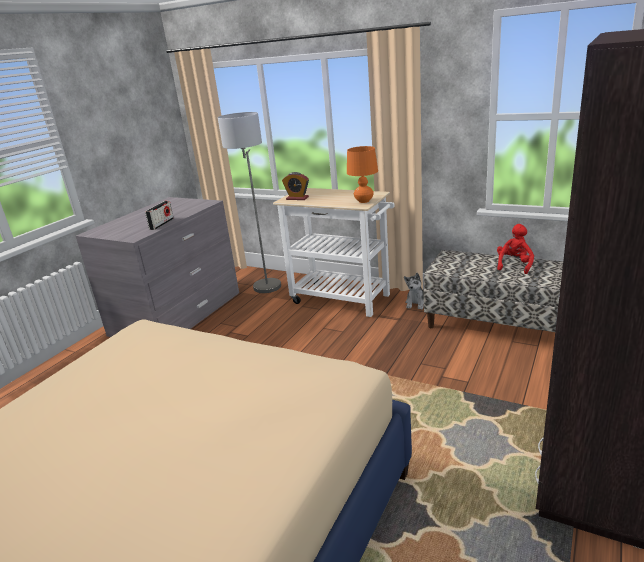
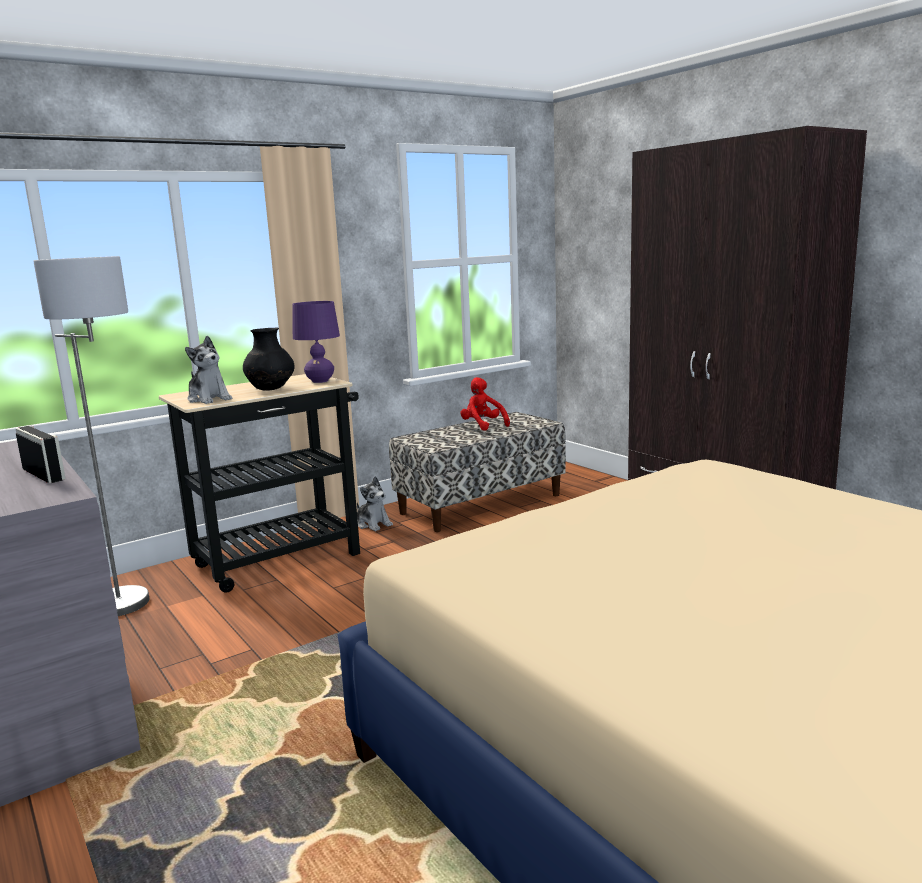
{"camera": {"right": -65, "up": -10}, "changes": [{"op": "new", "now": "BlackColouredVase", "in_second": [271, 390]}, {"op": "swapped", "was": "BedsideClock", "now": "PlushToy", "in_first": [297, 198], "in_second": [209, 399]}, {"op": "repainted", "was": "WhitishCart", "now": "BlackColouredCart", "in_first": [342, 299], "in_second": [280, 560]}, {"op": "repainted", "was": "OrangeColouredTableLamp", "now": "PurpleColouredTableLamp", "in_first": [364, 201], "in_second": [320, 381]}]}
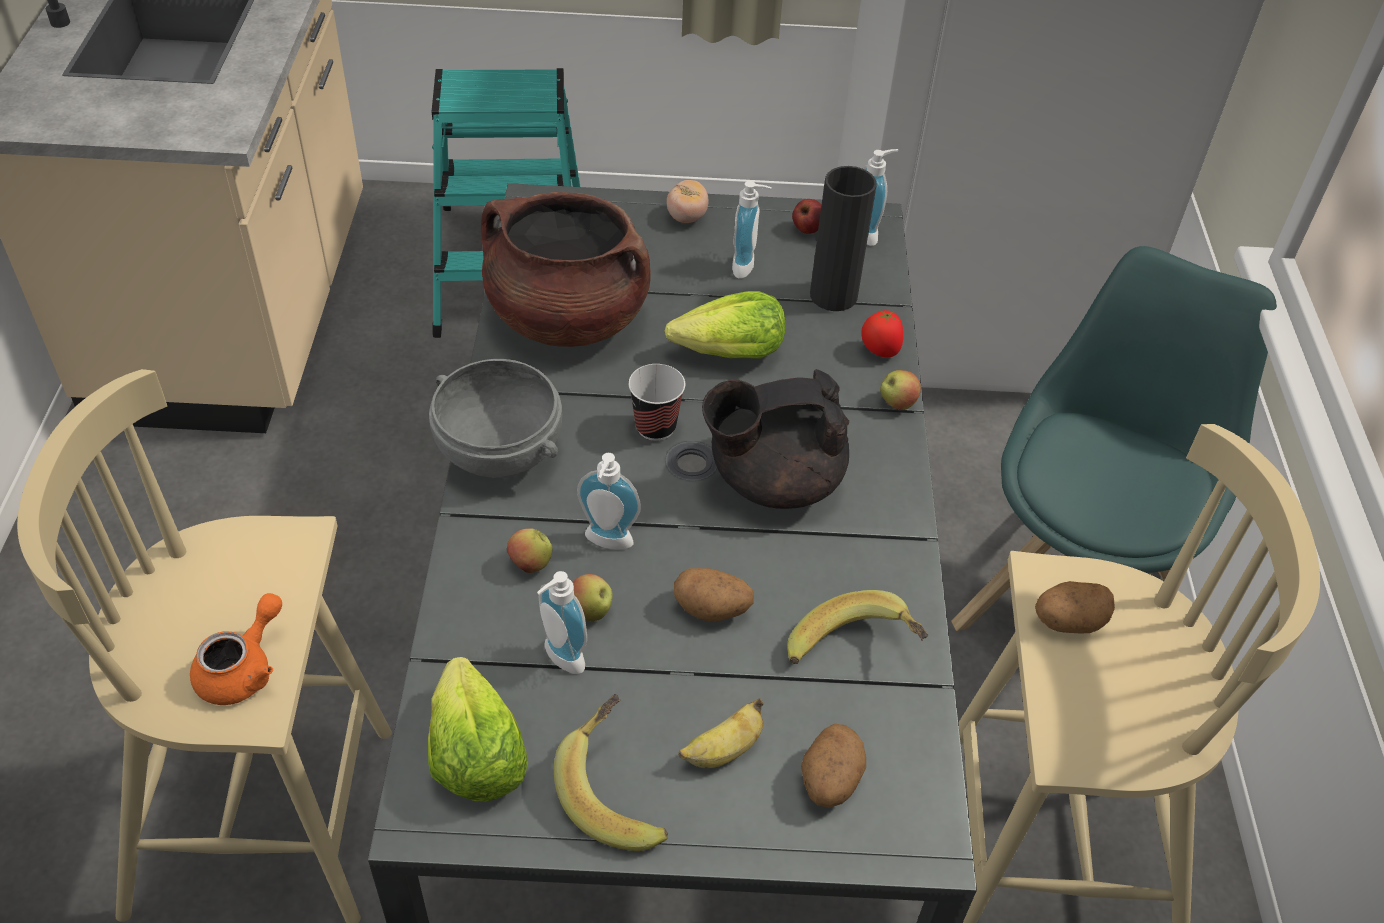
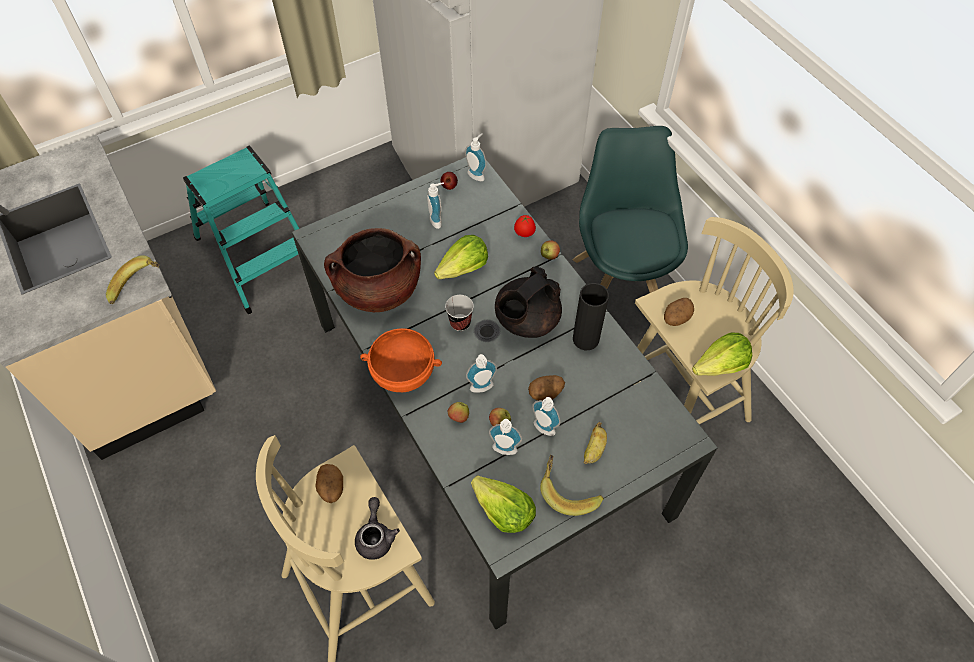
{"camera": {"right": -30, "up": 10}, "changes": [{"op": "gone", "was": "WholeTomato", "in_first": [686, 217]}, {"op": "new", "now": "LiquidSoapBottle", "in_second": [542, 430]}, {"op": "new", "now": "HeadOfLettuce", "in_second": [720, 366]}, {"op": "shifted", "was": "WholeBanana", "in_first": [854, 654], "in_second": [139, 287]}, {"op": "shifted", "was": "WholePotato", "in_first": [829, 781], "in_second": [331, 488]}, {"op": "shifted", "was": "BlackColouredVase", "in_first": [833, 295], "in_second": [585, 339]}, {"op": "repainted", "was": "OrangeColouredTeaPot", "now": "GrayTeaPot", "in_first": [243, 669], "in_second": [376, 536]}, {"op": "repainted", "was": "GrayDeepDish", "now": "OrangeColouredDeepDish", "in_first": [501, 451], "in_second": [404, 372]}]}
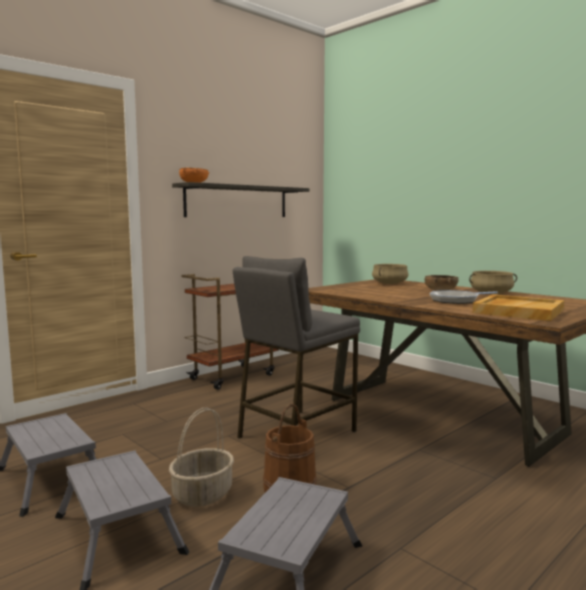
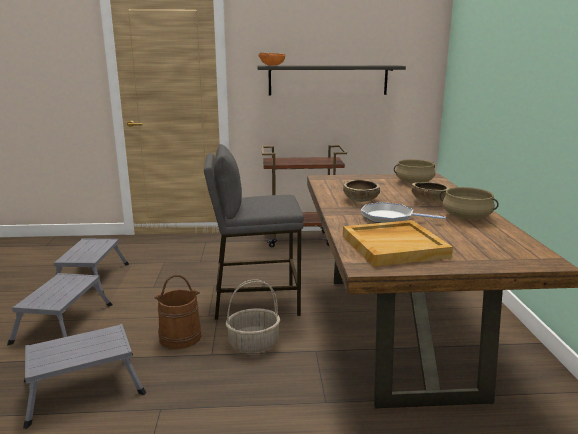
{"camera": {"right": 40, "up": 10}, "changes": [{"op": "new", "now": "BrownishDeepDish", "in_second": [360, 200]}, {"op": "shifted", "was": "HouseholdBasket", "in_first": [202, 493], "in_second": [254, 343]}]}
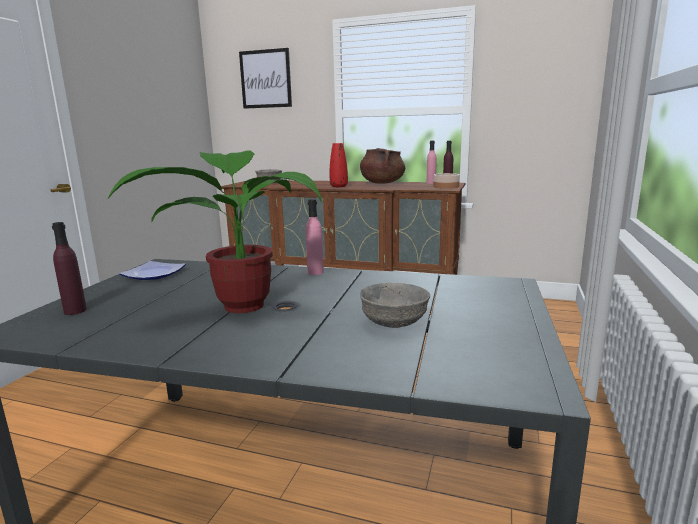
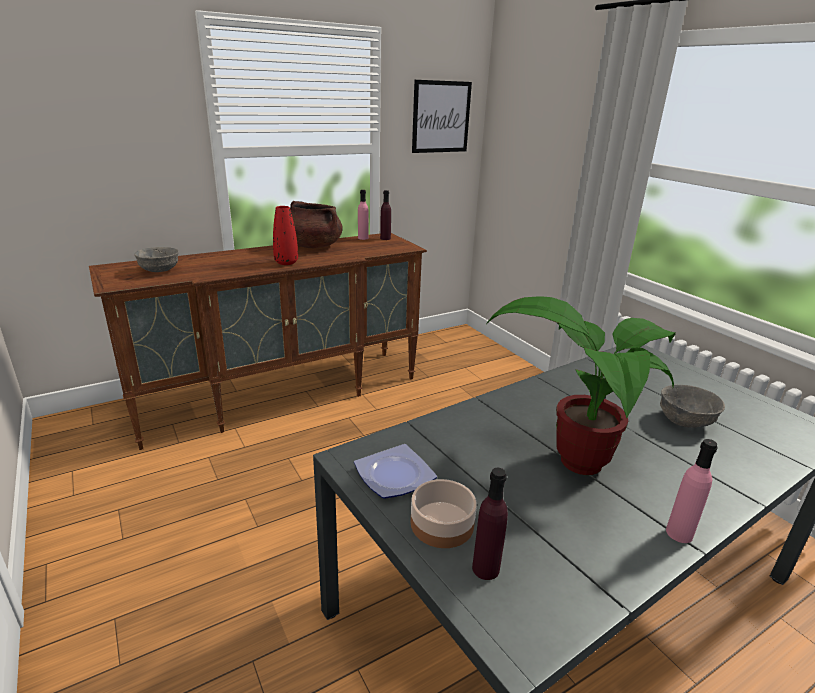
{"camera": {"right": -50, "up": 10}, "changes": [{"op": "shifted", "was": "WallPicture", "in_first": [265, 79], "in_second": [441, 117]}, {"op": "shifted", "was": "PinkColouredBeverageBottle", "in_first": [315, 272], "in_second": [679, 533]}, {"op": "shifted", "was": "DeepDish", "in_first": [446, 187], "in_second": [442, 524]}]}
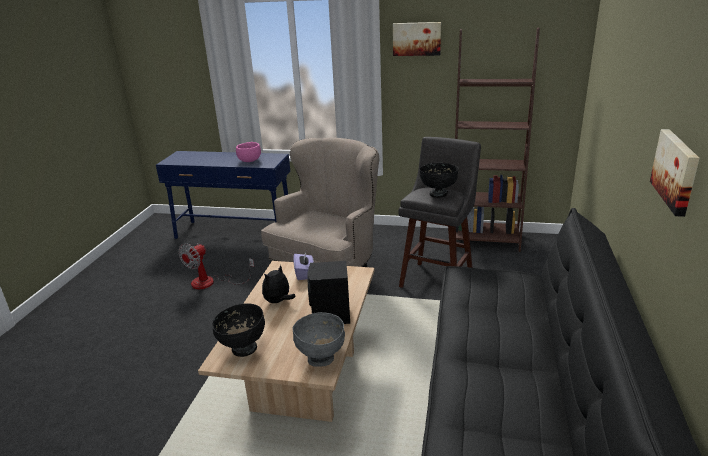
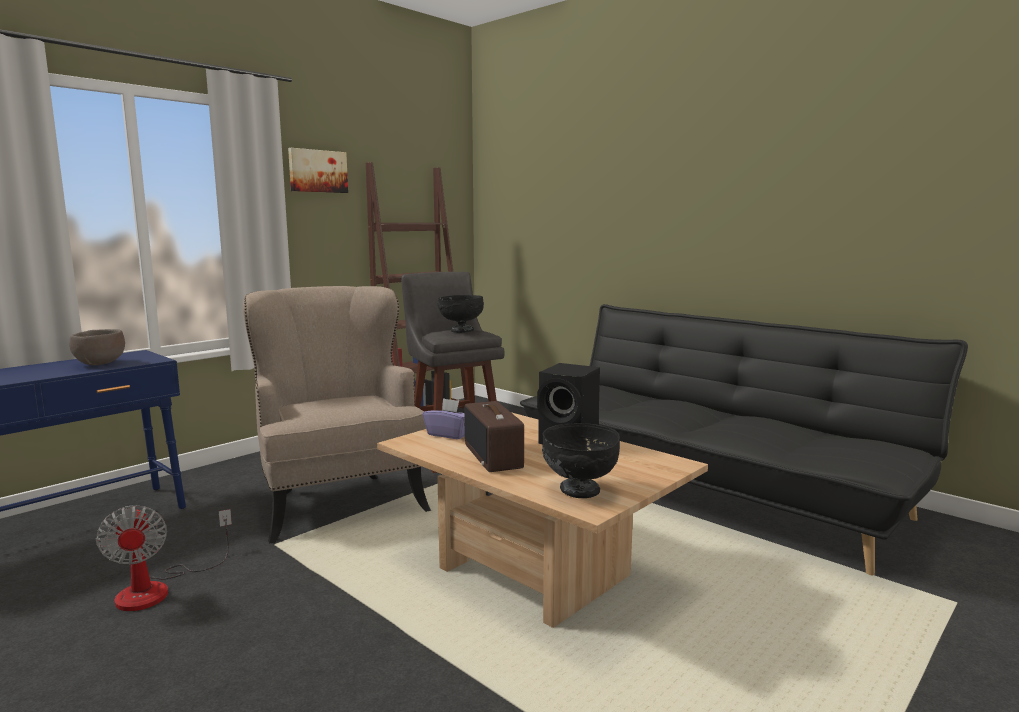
{"camera": {"right": -60, "up": -15}, "changes": [{"op": "gone", "was": "GrayDeepDish", "in_first": [321, 359]}, {"op": "gone", "was": "WallPicture", "in_first": [677, 170]}, {"op": "swapped", "was": "PlushToy", "now": "RadioReceiver", "in_first": [278, 301], "in_second": [494, 456]}, {"op": "repainted", "was": "PinkColouredDeepDish", "now": "BrownishDeepDish", "in_first": [250, 161], "in_second": [100, 364]}]}
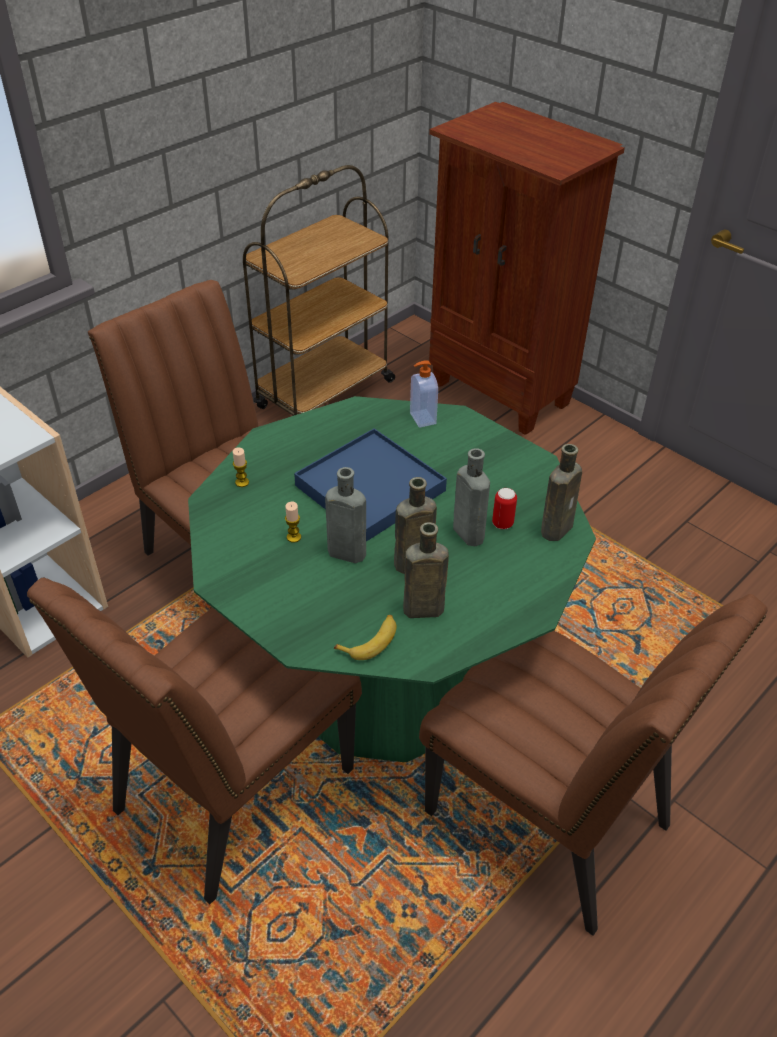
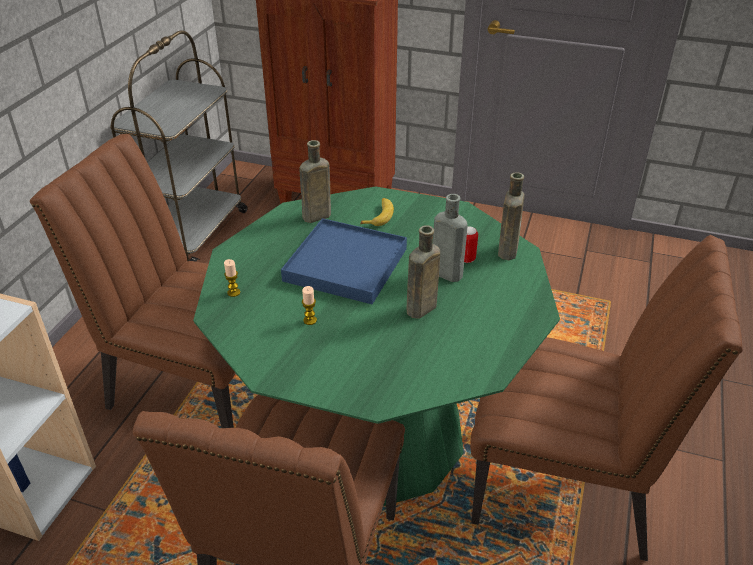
{"camera": {"right": -25, "up": -5}, "changes": [{"op": "gone", "was": "GrayBeverageBottle", "in_first": [344, 552]}, {"op": "gone", "was": "LiquidSoapBottle", "in_first": [422, 419]}, {"op": "shifted", "was": "WholeBanana", "in_first": [370, 641], "in_second": [379, 216]}, {"op": "shifted", "was": "BrownishBeverageBottle", "in_first": [420, 609], "in_second": [315, 217]}, {"op": "repainted", "was": "BrownishCart", "now": "GrayCart", "in_first": [323, 395], "in_second": [194, 237]}]}
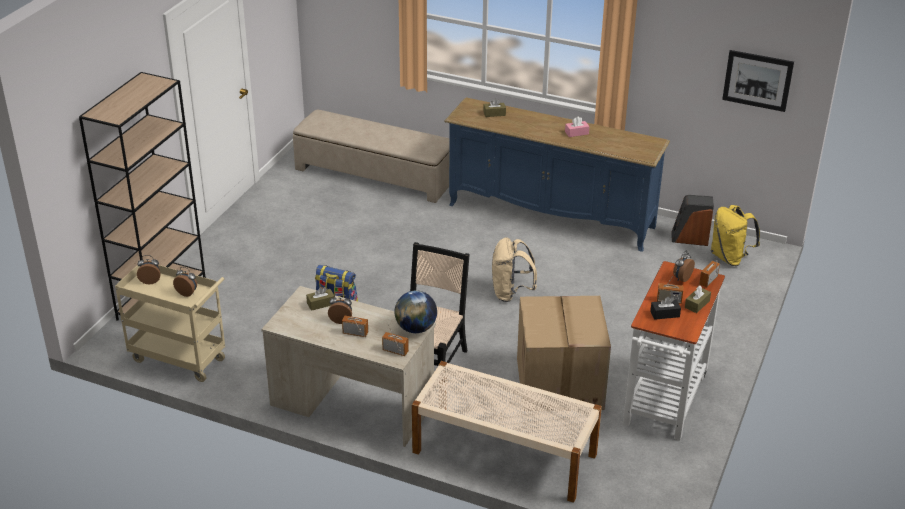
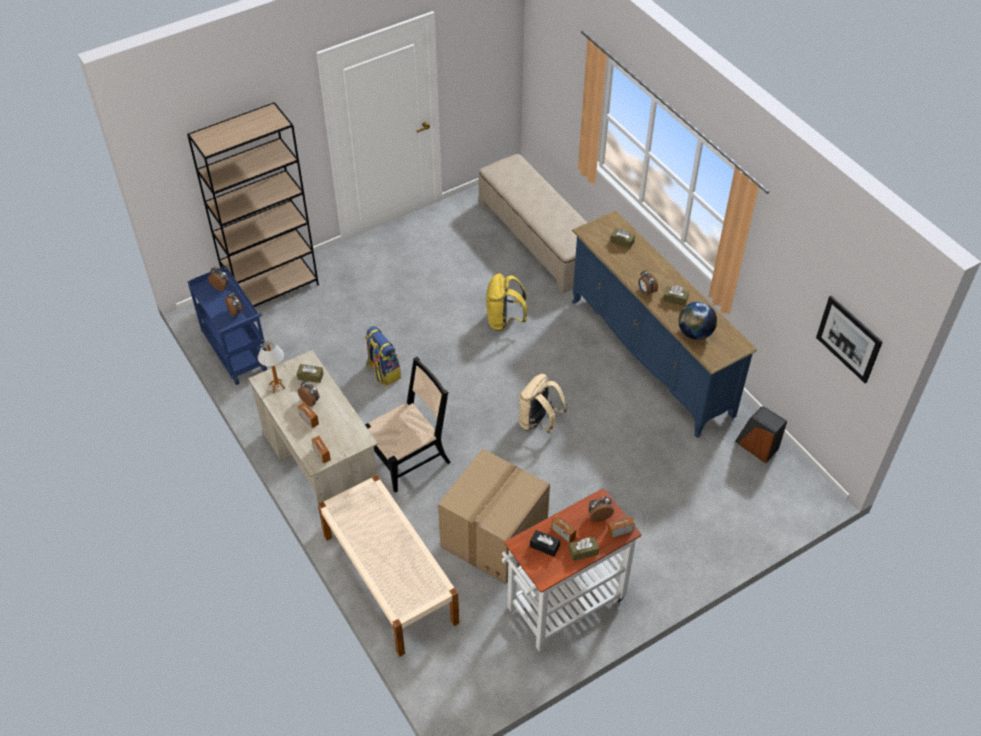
{"camera": {"right": 35, "up": 15}, "changes": [{"op": "new", "now": "TableLamp", "in_second": [277, 386]}, {"op": "new", "now": "BedsideClock", "in_second": [646, 291]}, {"op": "shifted", "was": "WorldGlobe", "in_first": [416, 328], "in_second": [695, 333]}, {"op": "shifted", "was": "YellowishRucksack", "in_first": [730, 258], "in_second": [504, 320]}, {"op": "repainted", "was": "SandColouredCart", "now": "BlueColouredCart", "in_first": [181, 361], "in_second": [238, 356]}, {"op": "repainted", "was": "PinkColouredTissueHolder", "now": "BrownishTissueHolder", "in_first": [576, 133], "in_second": [675, 299]}]}
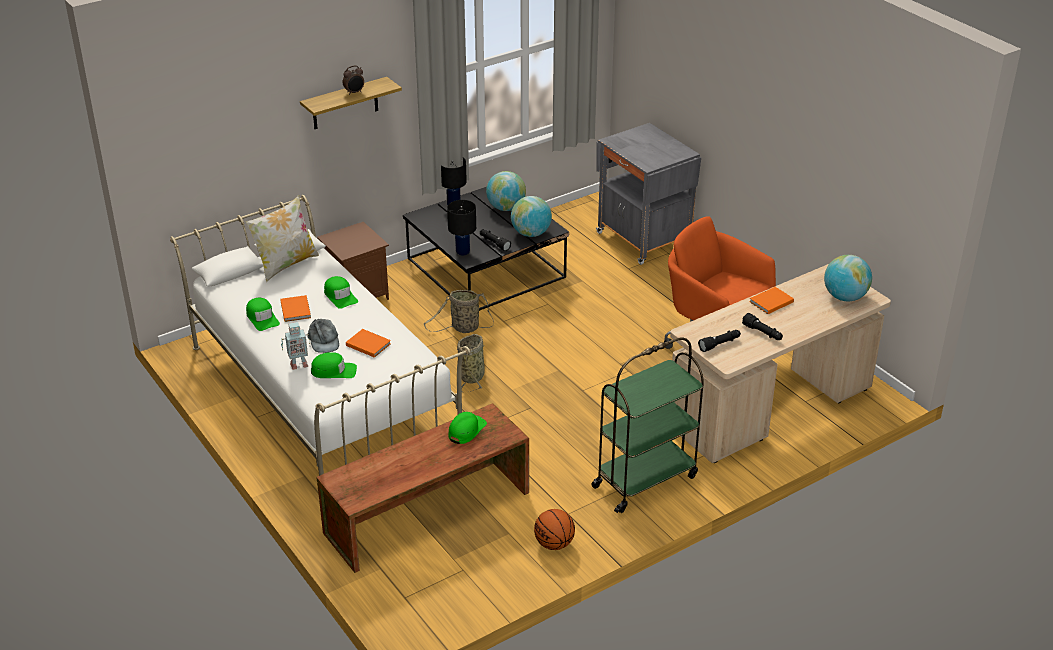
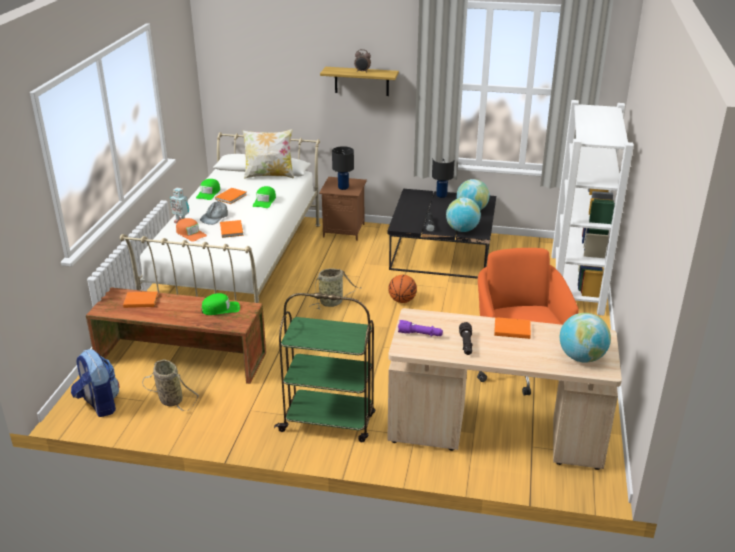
{"camera": {"right": 45, "up": -5}, "changes": [{"op": "new", "now": "Rucksack", "in_second": [99, 404]}, {"op": "new", "now": "OrangeColouredVolume", "in_second": [140, 300]}, {"op": "shifted", "was": "HouseholdBasket", "in_first": [463, 328], "in_second": [169, 399]}, {"op": "shifted", "was": "BlackColouredTableLamp", "in_first": [463, 252], "in_second": [344, 188]}, {"op": "shifted", "was": "BallForBasketball", "in_first": [554, 544], "in_second": [402, 300]}, {"op": "swapped", "was": "GrayCart", "now": "WhitishShelvingUnit", "in_first": [644, 241], "in_second": [576, 283]}, {"op": "repainted", "was": "GreenCap", "now": "OrangeColouredCap", "in_first": [334, 371], "in_second": [190, 233]}, {"op": "repainted", "was": "BlackColouredHandTorch", "now": "PurpleColouredHandTorch", "in_first": [719, 344], "in_second": [420, 334]}]}
